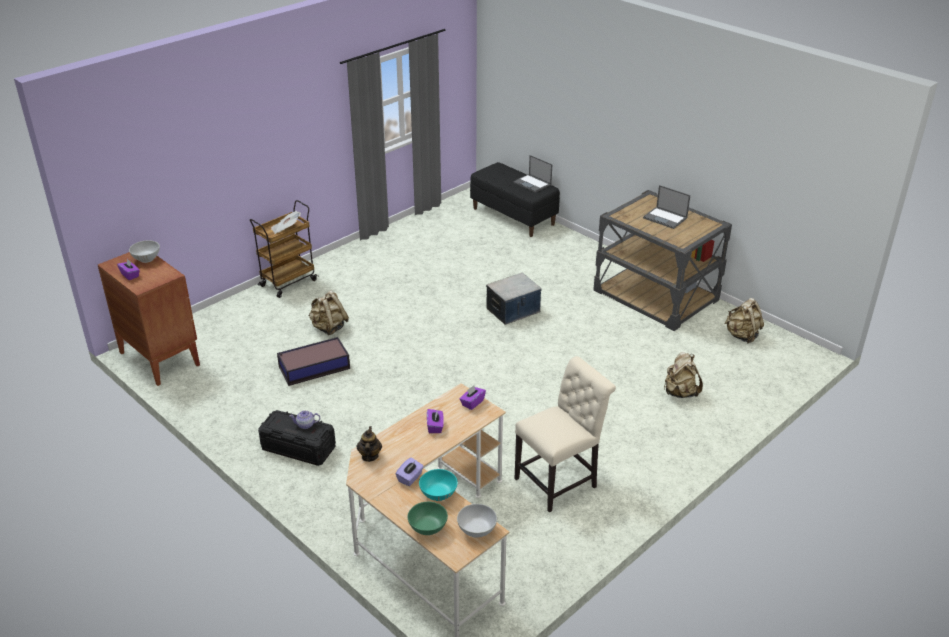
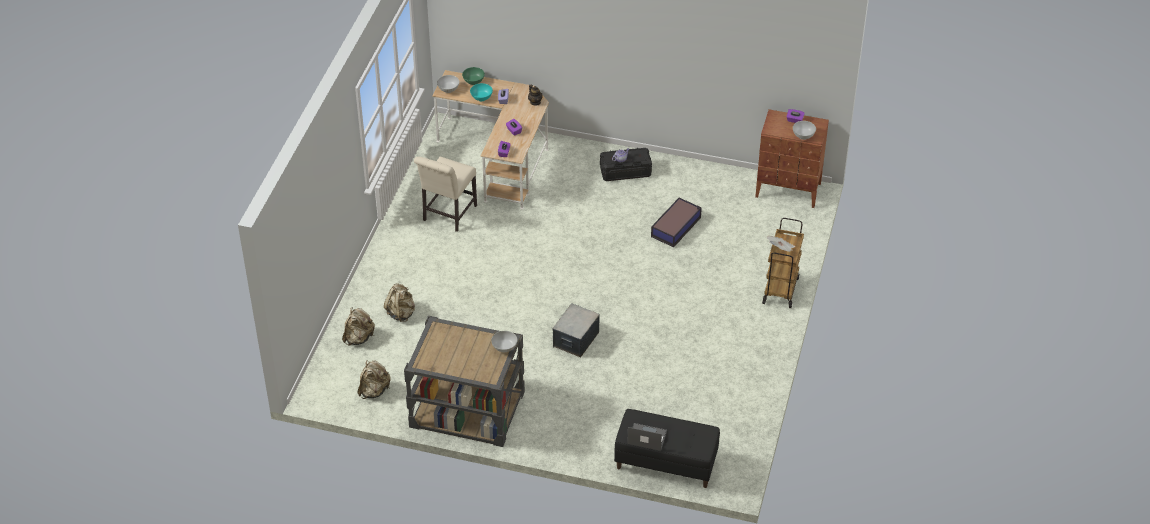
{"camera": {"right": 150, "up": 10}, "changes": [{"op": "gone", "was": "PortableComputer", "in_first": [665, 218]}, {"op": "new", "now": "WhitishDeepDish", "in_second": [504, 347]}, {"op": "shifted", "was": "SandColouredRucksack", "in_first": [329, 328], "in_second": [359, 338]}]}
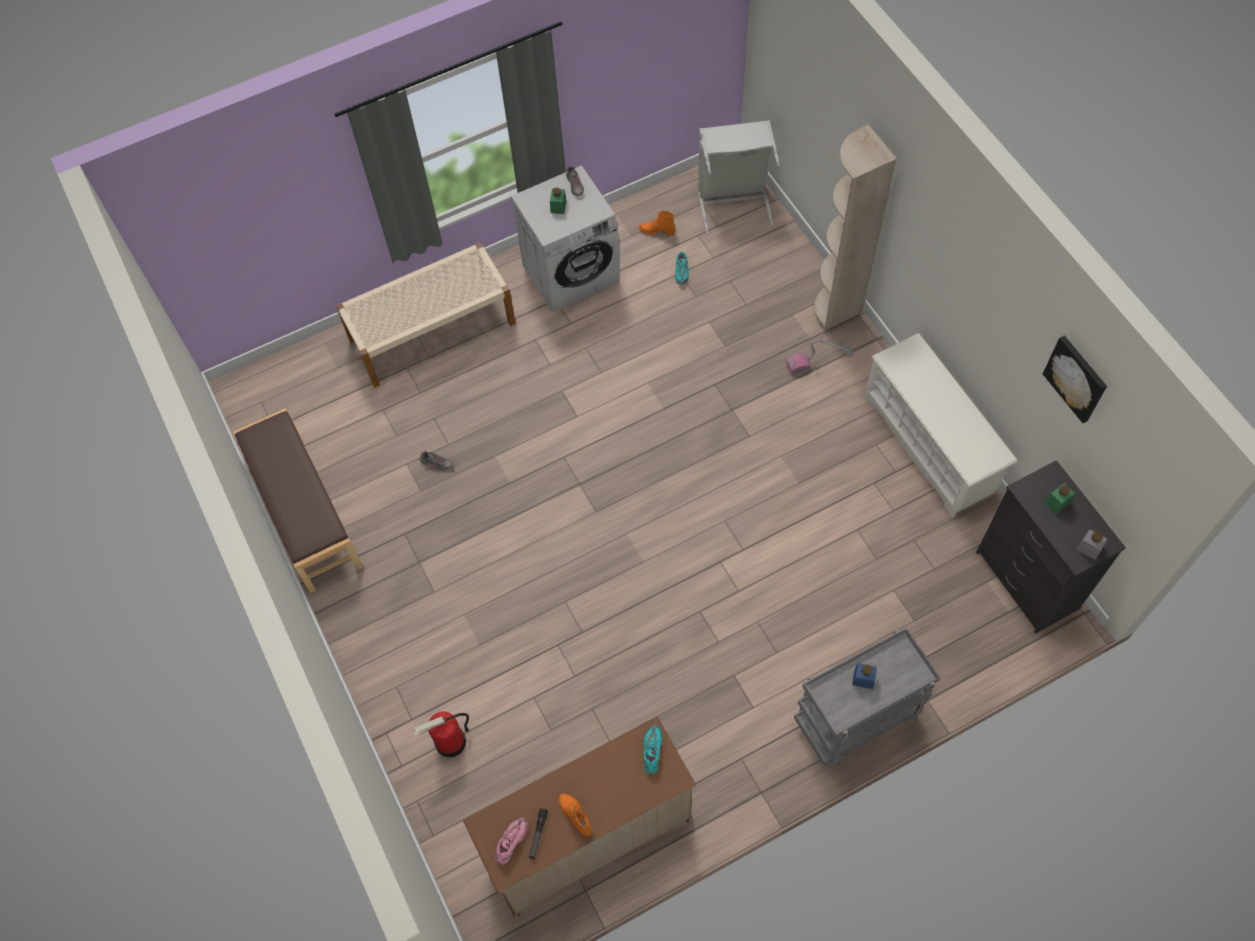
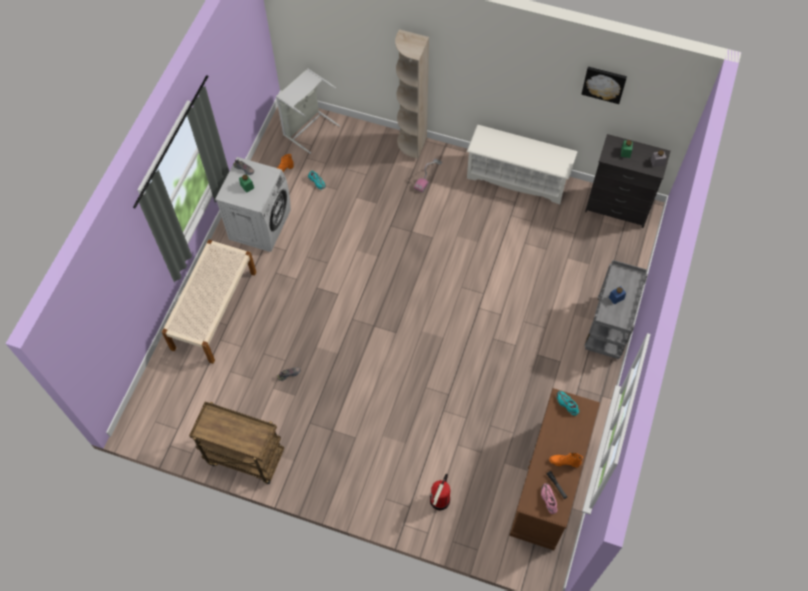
{"camera": {"right": -45, "up": 0}, "changes": [{"op": "swapped", "was": "BrownishIndoorBench", "now": "BrownishCart", "in_first": [304, 513], "in_second": [244, 457]}]}
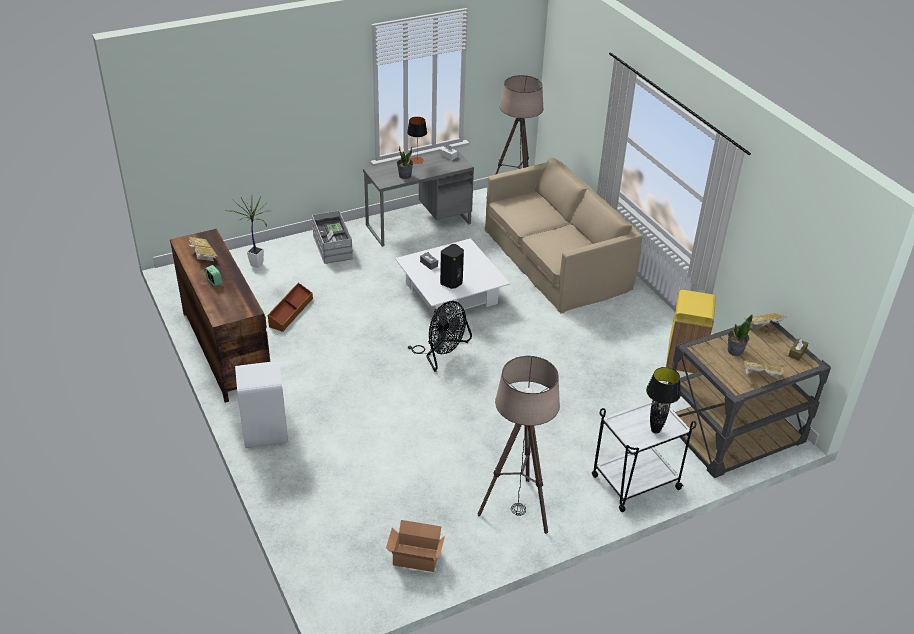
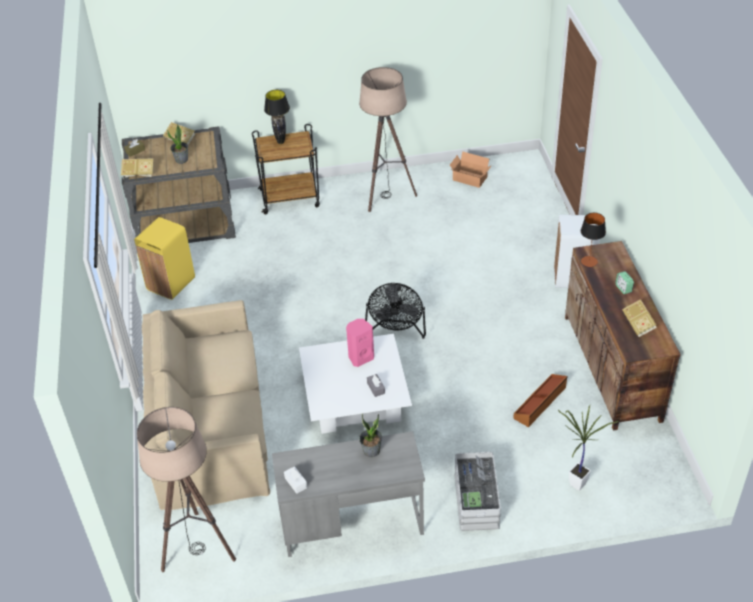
{"camera": {"right": -160, "up": 5}, "changes": [{"op": "shifted", "was": "TableLamp", "in_first": [417, 160], "in_second": [589, 261]}, {"op": "repainted", "was": "BlackColouredAudioSpeaker", "now": "PinkColouredAudioSpeaker", "in_first": [452, 283], "in_second": [360, 357]}, {"op": "repainted", "was": "WhitishCart", "now": "BrownishCart", "in_first": [634, 483], "in_second": [290, 198]}, {"op": "rotated", "was": "BlackColouredElectricFan", "in_first": [440, 353], "in_second": [394, 327], "clockwise": -135}]}
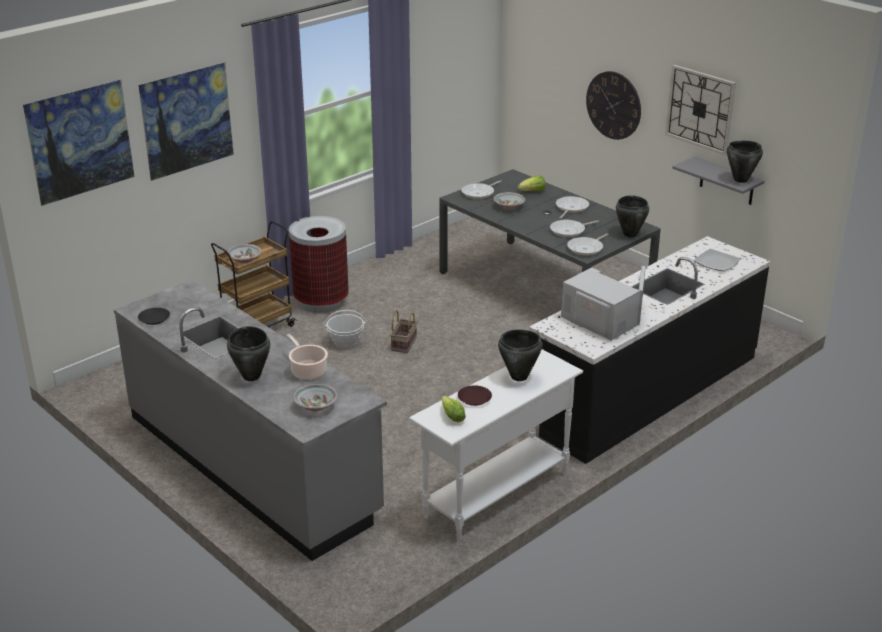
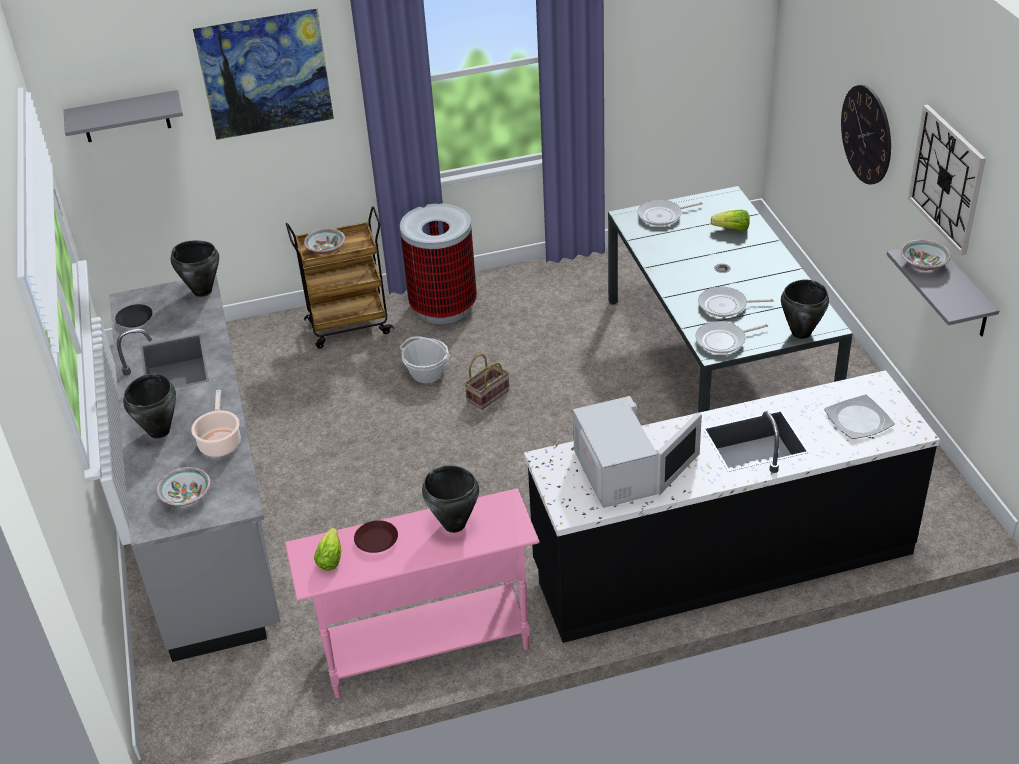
{"camera": {"right": 30, "up": 10}, "changes": [{"op": "gone", "was": "Skillet", "in_first": [571, 208]}, {"op": "shifted", "was": "DeepDish", "in_first": [509, 207], "in_second": [924, 264]}, {"op": "shifted", "was": "BlackColouredSaucepot", "in_first": [740, 180], "in_second": [202, 291]}, {"op": "swapped", "was": "WallPicture", "now": "GrayShelf", "in_first": [85, 167], "in_second": [125, 117]}, {"op": "repainted", "was": "WhitishNarrowTable", "now": "PinkColouredNarrowTable", "in_first": [496, 495], "in_second": [425, 648]}]}
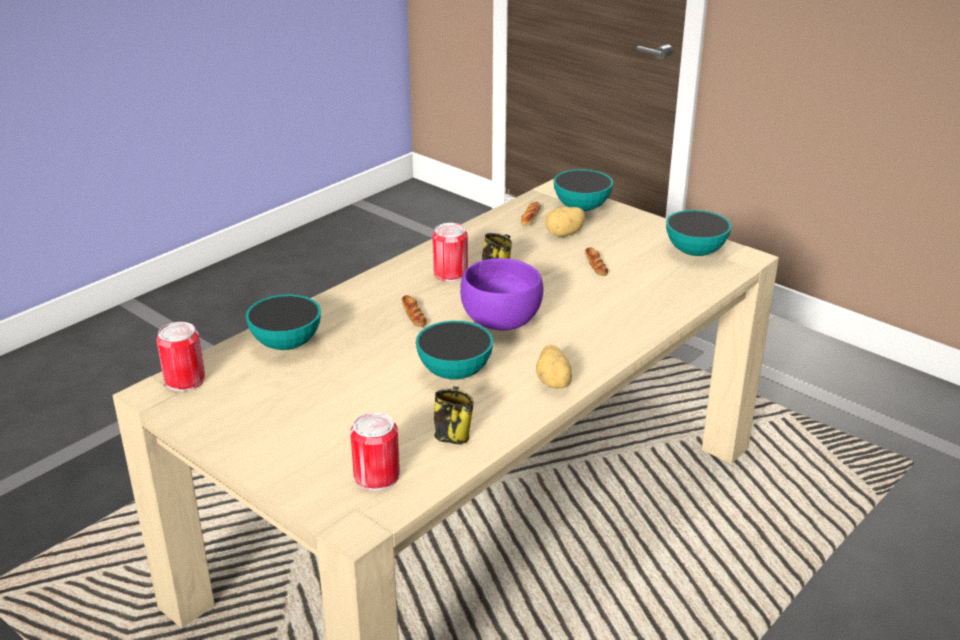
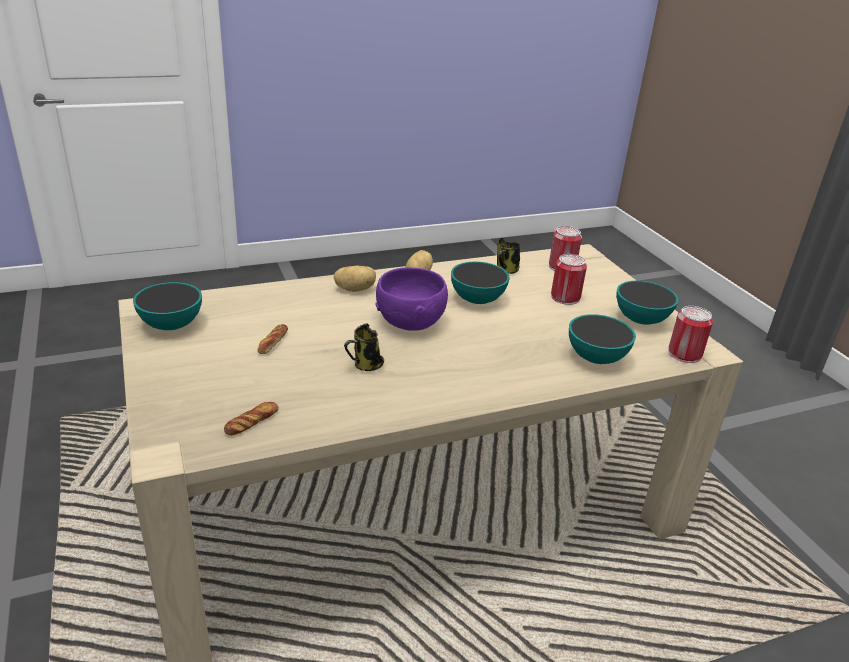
{"camera": {"right": -155, "up": 0}, "changes": [{"op": "gone", "was": "Bread", "in_first": [413, 315]}, {"op": "shifted", "was": "MetalCan", "in_first": [450, 273], "in_second": [565, 297]}, {"op": "shifted", "was": "WholePotato", "in_first": [565, 234], "in_second": [355, 289]}, {"op": "shifted", "was": "DeepDish", "in_first": [581, 208], "in_second": [641, 320]}]}
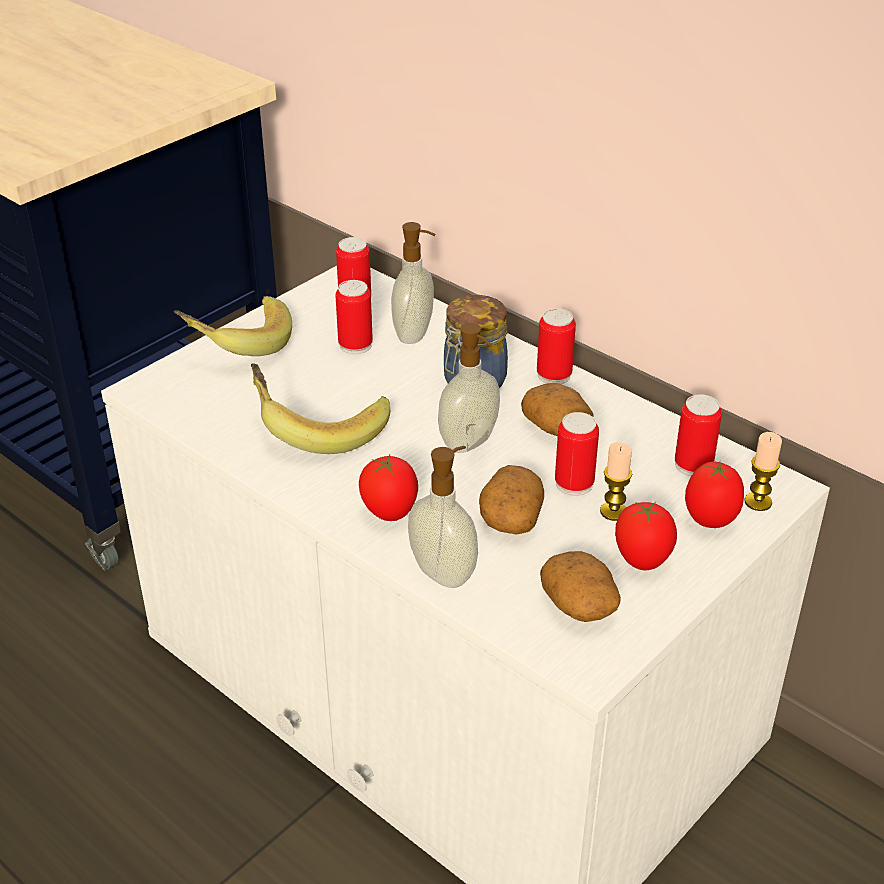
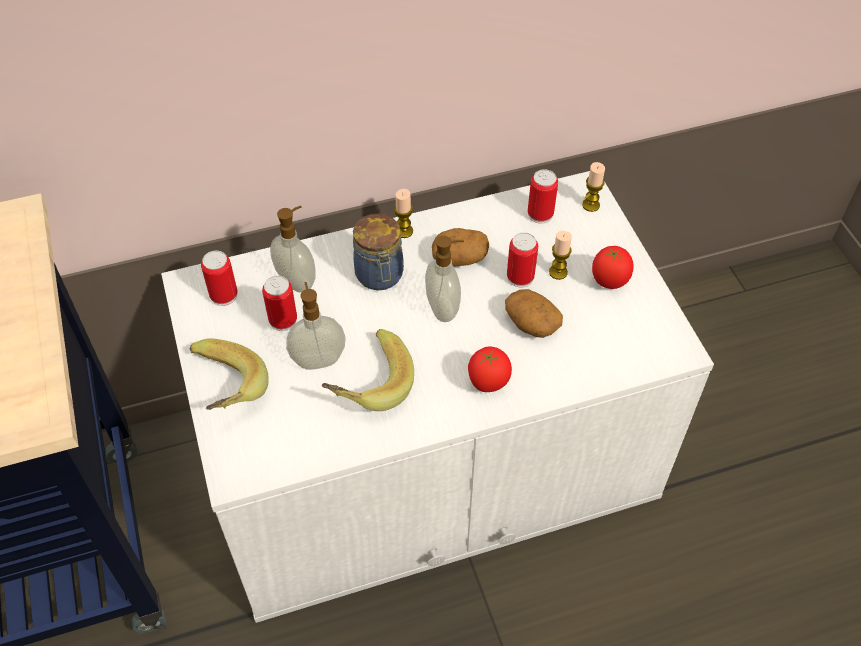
{"camera": {"right": -60, "up": 15}, "changes": [{"op": "gone", "was": "WholePotato", "in_first": [580, 605]}, {"op": "gone", "was": "WholeTomato", "in_first": [710, 520]}, {"op": "shifted", "was": "LiquidSoapBottle", "in_first": [444, 572], "in_second": [318, 359]}, {"op": "swapped", "was": "MetalCan", "now": "WaxLight", "in_first": [554, 375], "in_second": [404, 231]}]}
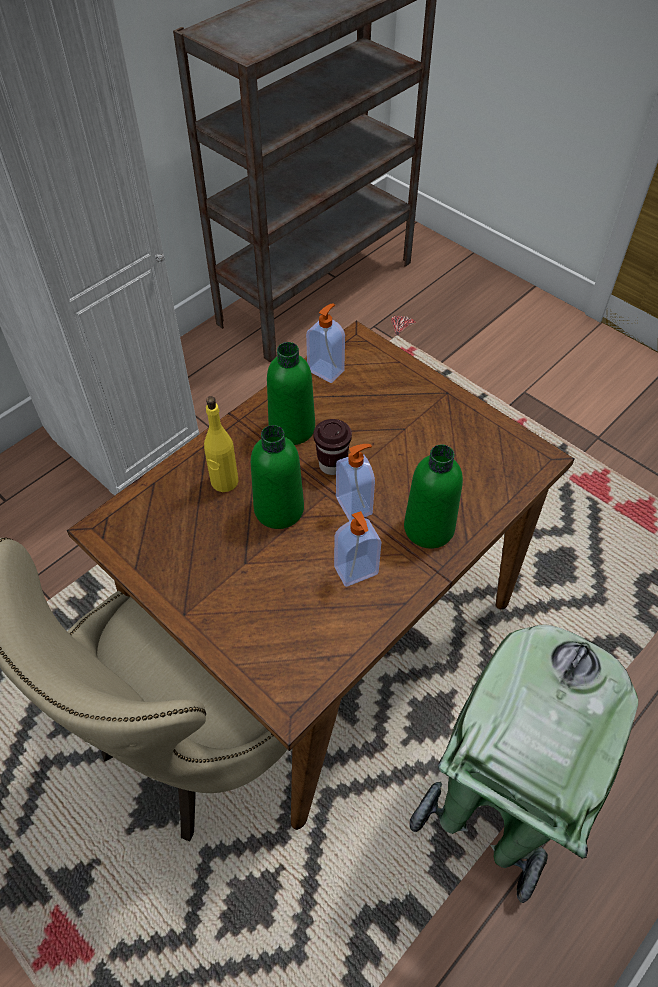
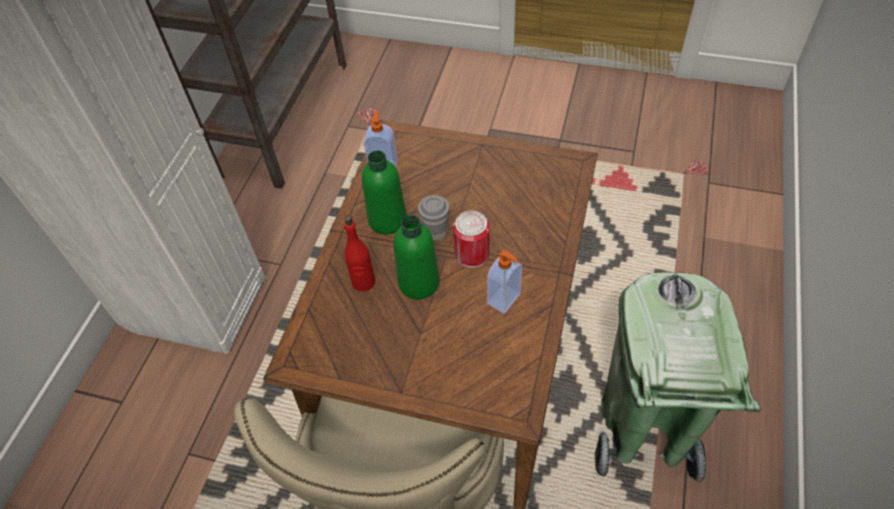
{"camera": {"right": -25, "up": 0}, "changes": [{"op": "gone", "was": "GreenBeverageBottle", "in_first": [429, 528]}, {"op": "swapped", "was": "LiquidSoapBottle", "now": "MetalCan", "in_first": [355, 505], "in_second": [472, 254]}, {"op": "repainted", "was": "YellowishBeverageBottle", "now": "RedColouredBeverageBottle", "in_first": [224, 482], "in_second": [363, 282]}, {"op": "repainted", "was": "BrownishSmallCup", "now": "GraySmallCup", "in_first": [332, 465], "in_second": [436, 233]}]}
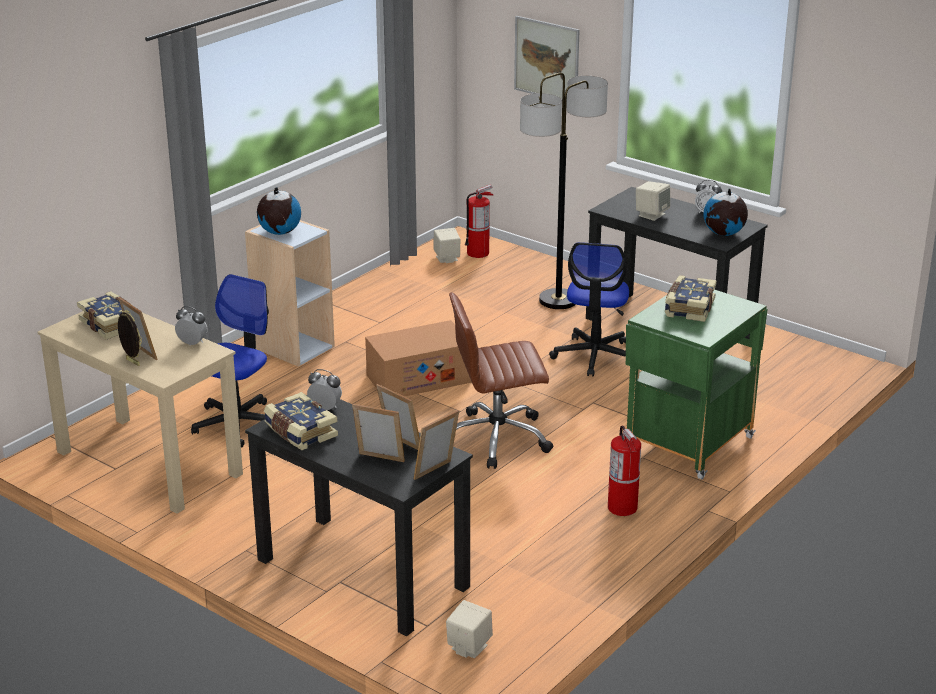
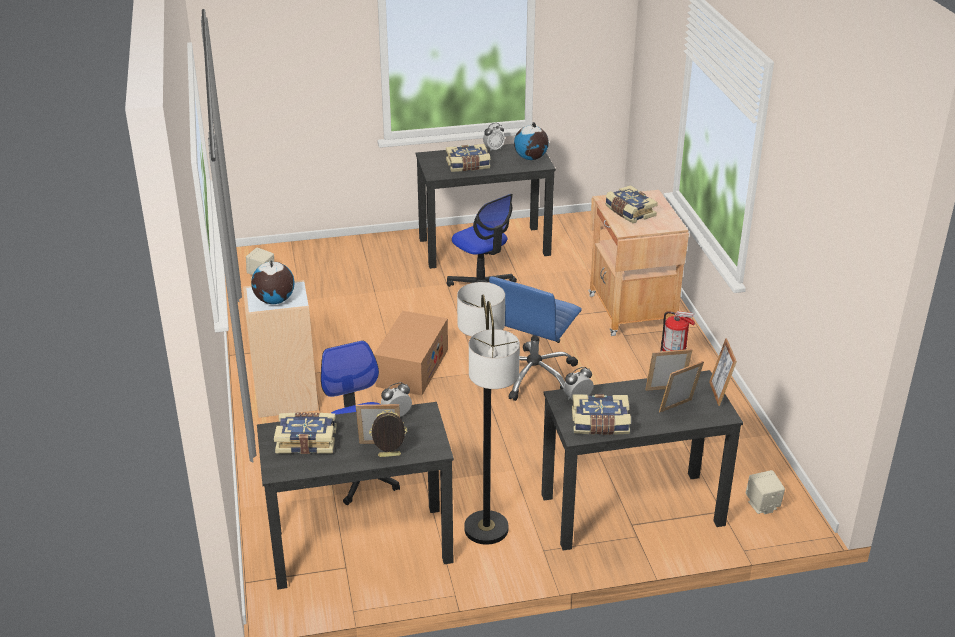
{"camera": {"right": -50, "up": 5}, "changes": [{"op": "gone", "was": "FireExtinguisher", "in_first": [478, 253]}, {"op": "gone", "was": "WallPicture", "in_first": [546, 59]}, {"op": "shifted", "was": "FloorLamp", "in_first": [558, 300], "in_second": [486, 528]}, {"op": "swapped", "was": "SandColouredAudioSpeaker", "now": "Volume", "in_first": [651, 215], "in_second": [468, 165]}, {"op": "repainted", "was": "SandColouredDeskUnit", "now": "BlackColouredDeskUnit", "in_first": [148, 463], "in_second": [360, 546]}, {"op": "repainted", "was": "BrownishDeskChair", "now": "BlueColouredDeskChair", "in_first": [496, 439], "in_second": [533, 376]}, {"op": "repainted", "was": "GreenCart", "now": "BrownishCart", "in_first": [688, 446], "in_second": [632, 313]}]}
